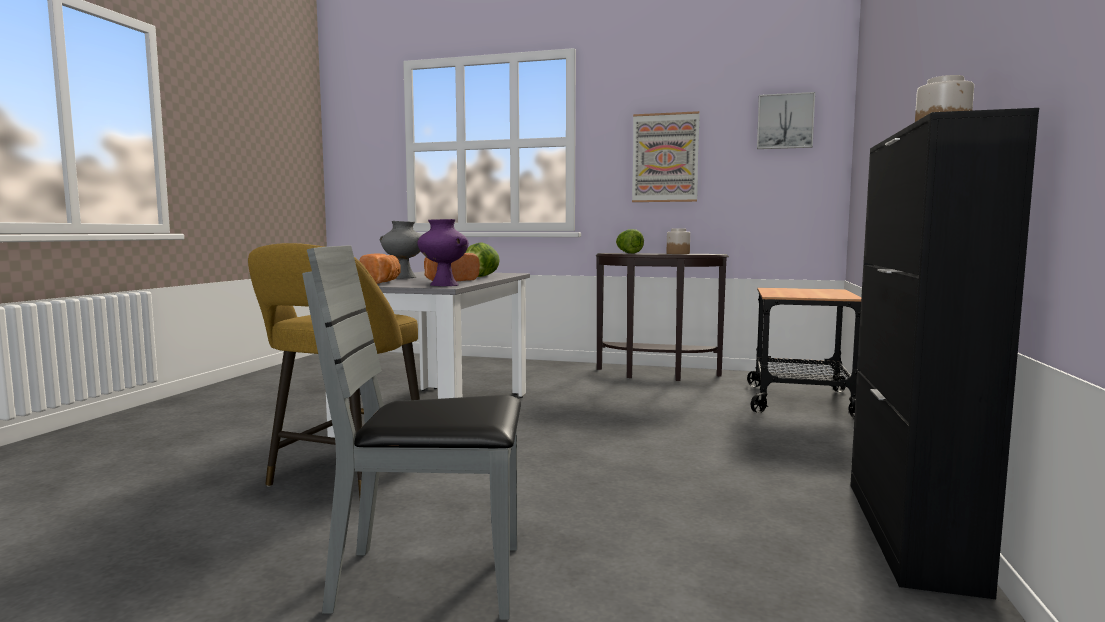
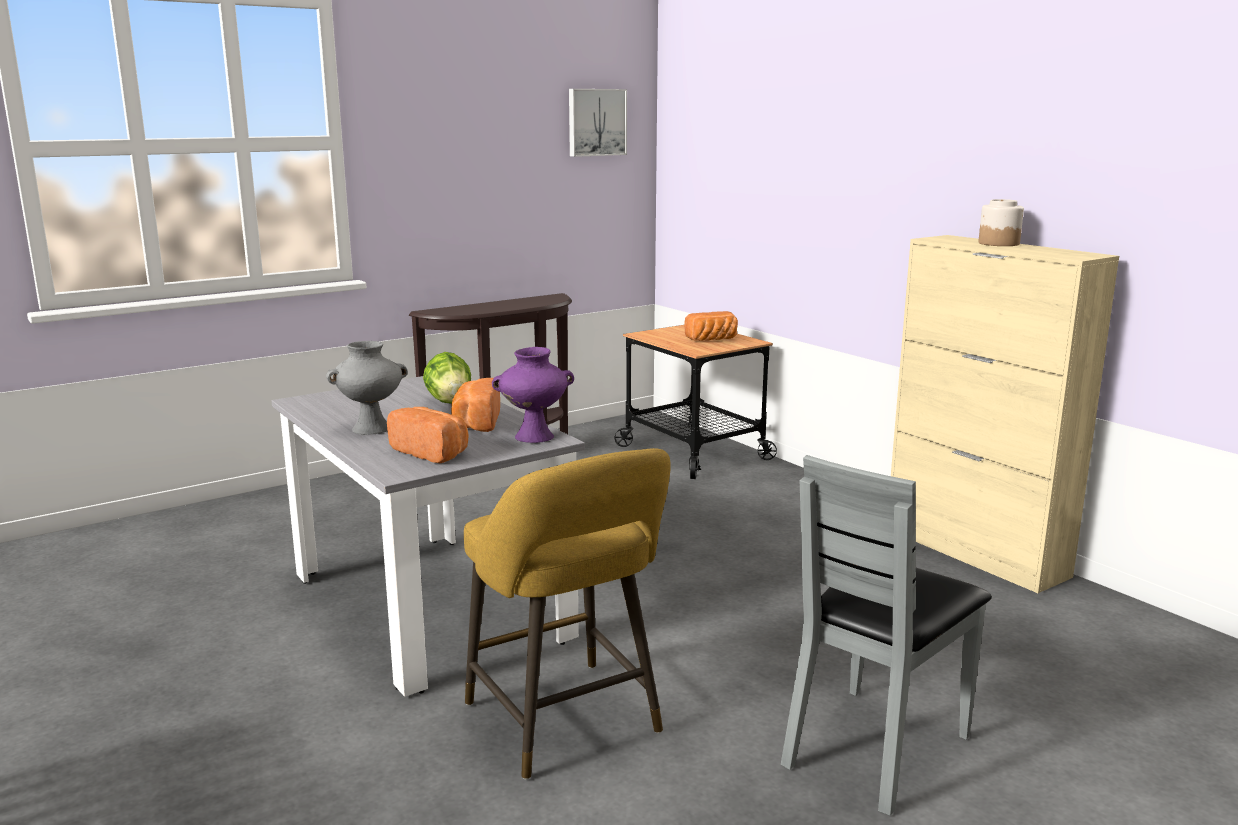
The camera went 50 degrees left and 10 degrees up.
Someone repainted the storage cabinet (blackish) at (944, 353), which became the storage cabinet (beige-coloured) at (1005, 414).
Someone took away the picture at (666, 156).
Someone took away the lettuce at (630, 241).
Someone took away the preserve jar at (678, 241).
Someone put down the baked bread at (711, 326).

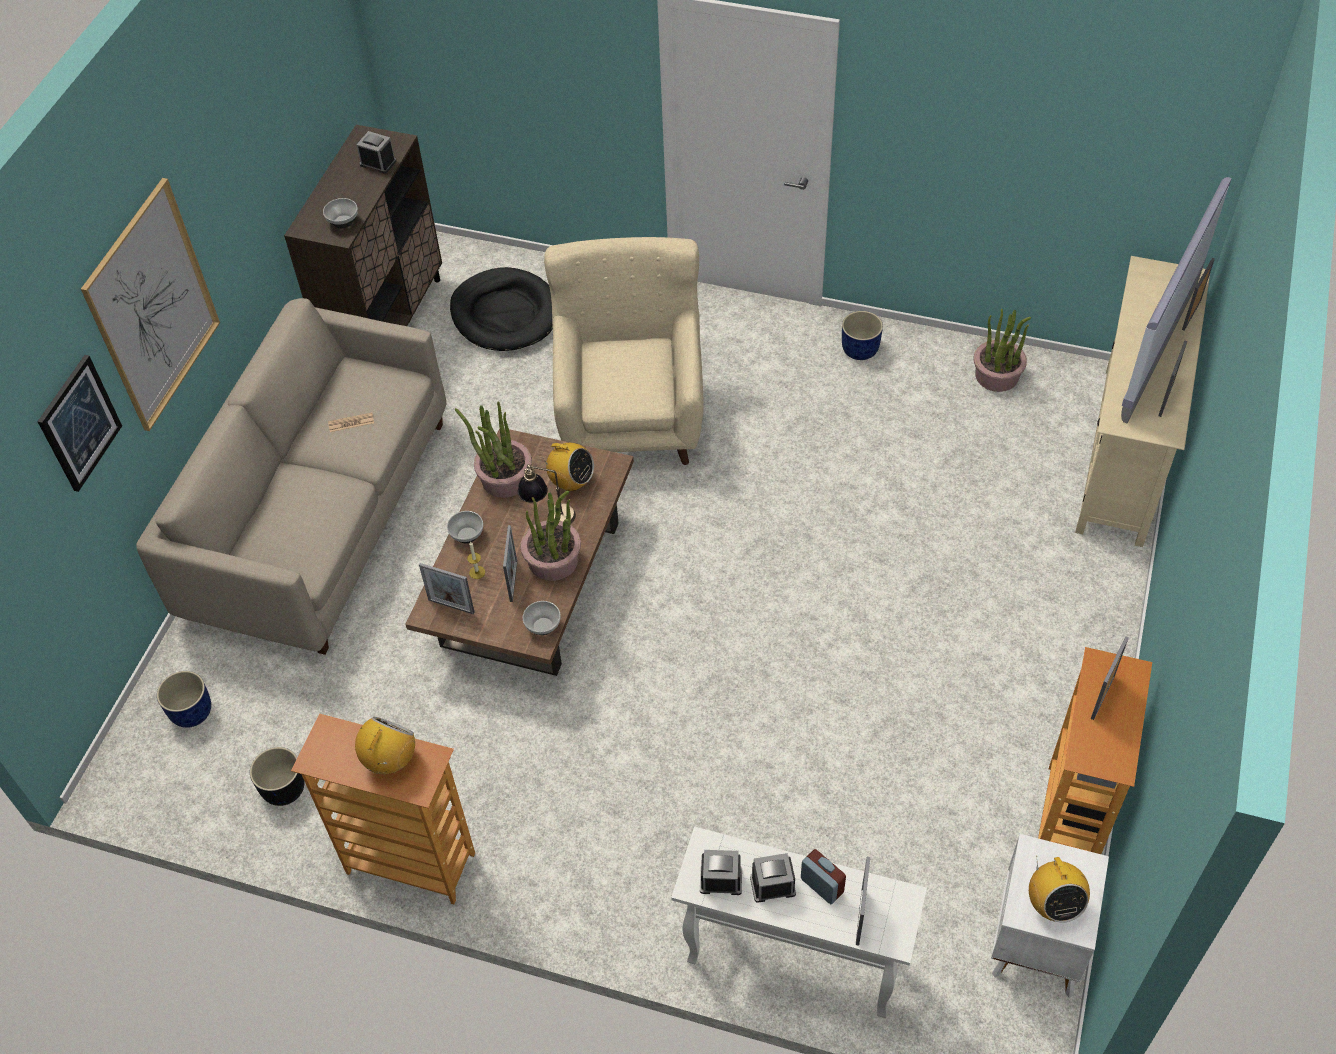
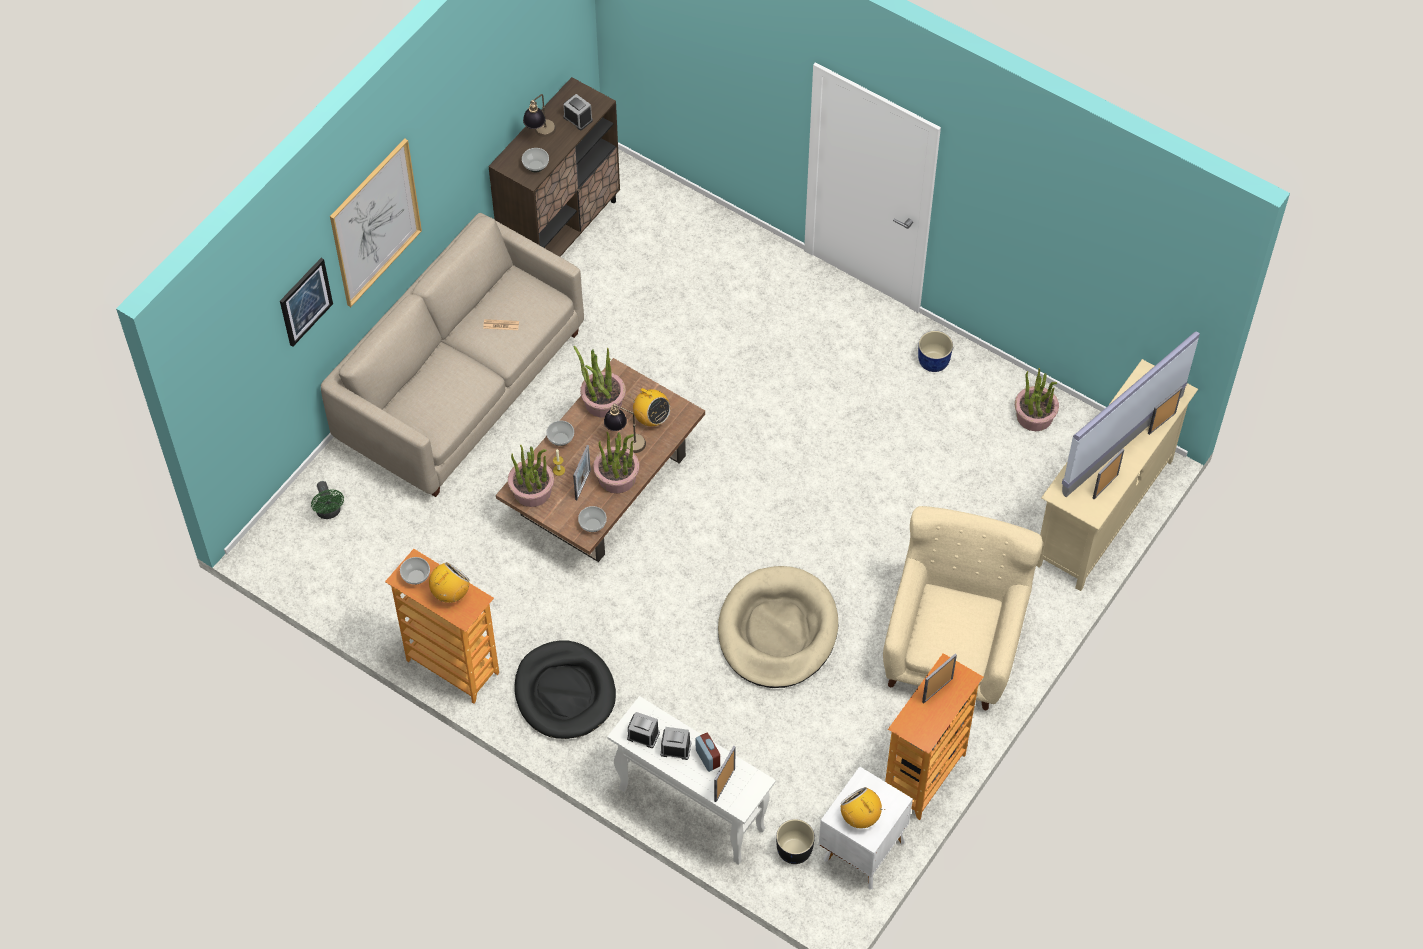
The camera went 15 degrees right and 5 degrees up.
Someone carried the armchair (beige-coloured) from (624, 351) to (963, 608).
Someone carried the dog cushion (blackish) from (501, 309) to (565, 690).
Someone swapped the picture frame at (447, 588) for the plant in a pot at (531, 475).
Someone swapped the flower pot (blue) at (184, 699) for the fan (green) at (327, 500).
Someone carried the flower pot (blackish) from (277, 776) to (795, 841).
Someone rotated the radio receiver at (1059, 889) by 135 degrees clockwise.
Someone put down the lamp for a table at (539, 115).
Someone put down the bowl at (415, 571).
Someone put down the dog cushion (beige-coloured) at (778, 627).

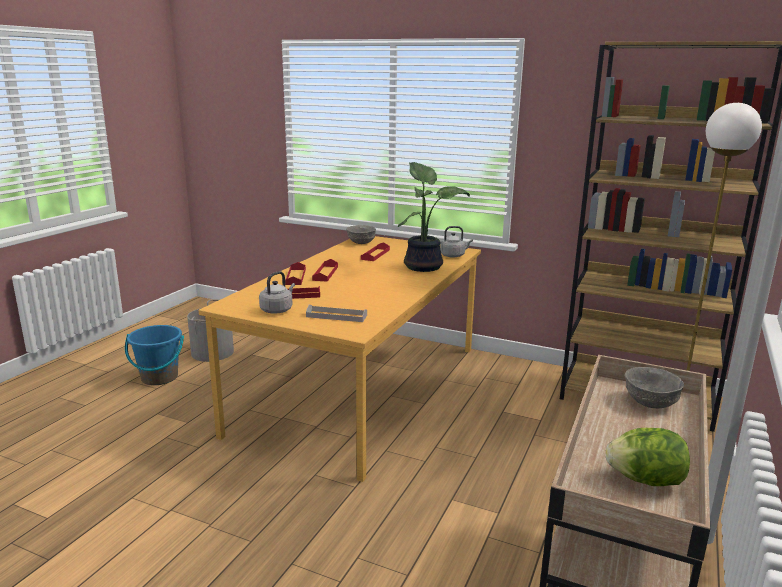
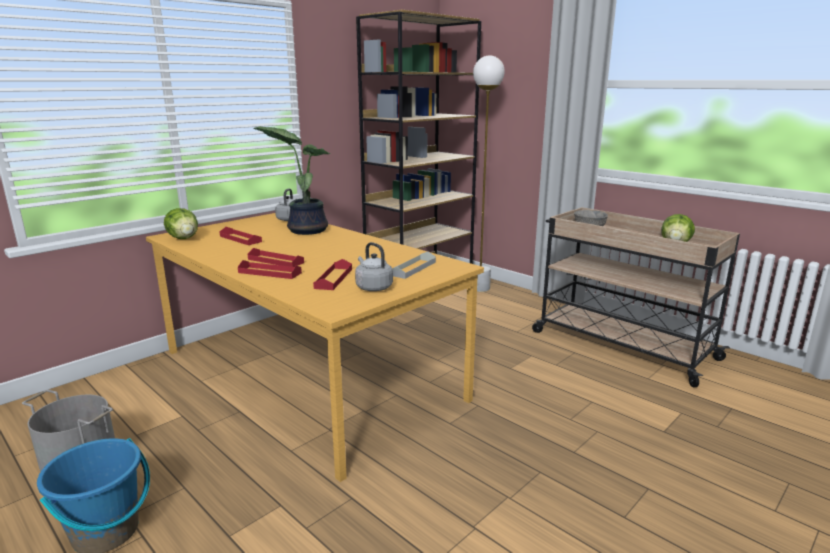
The camera went 70 degrees left and 0 degrees up.
Someone swapped the bowl (greyish) at (361, 234) for the lettuce at (181, 223).

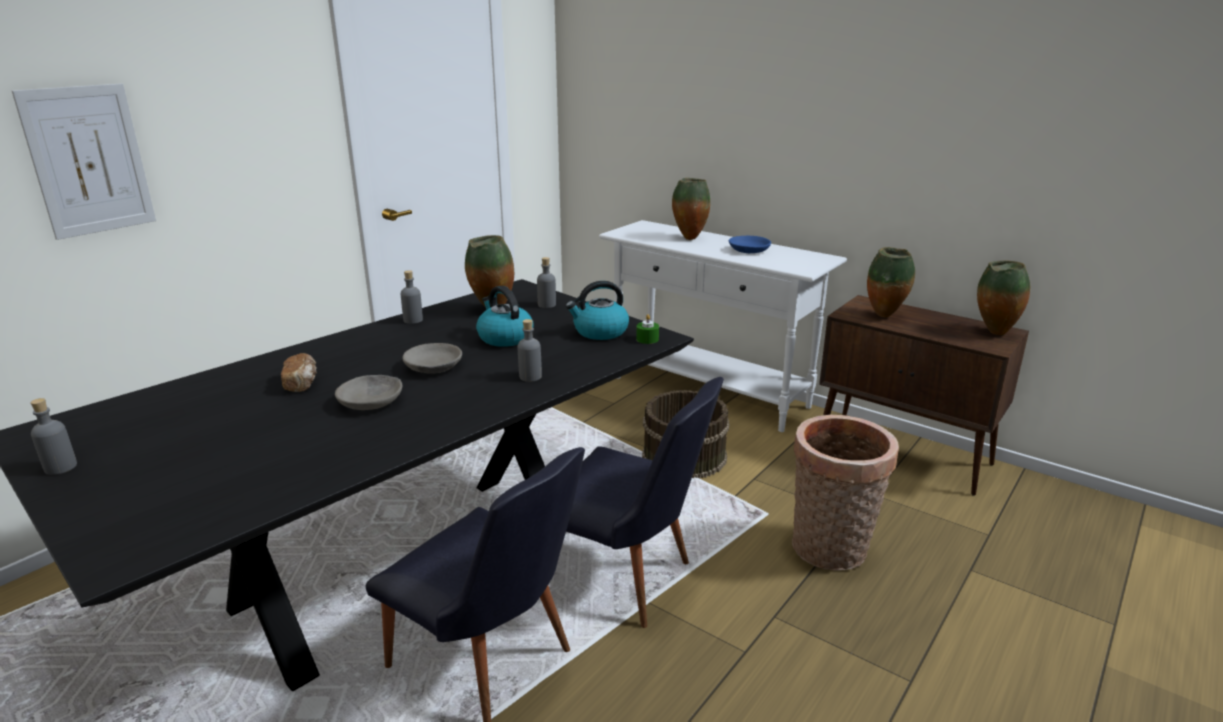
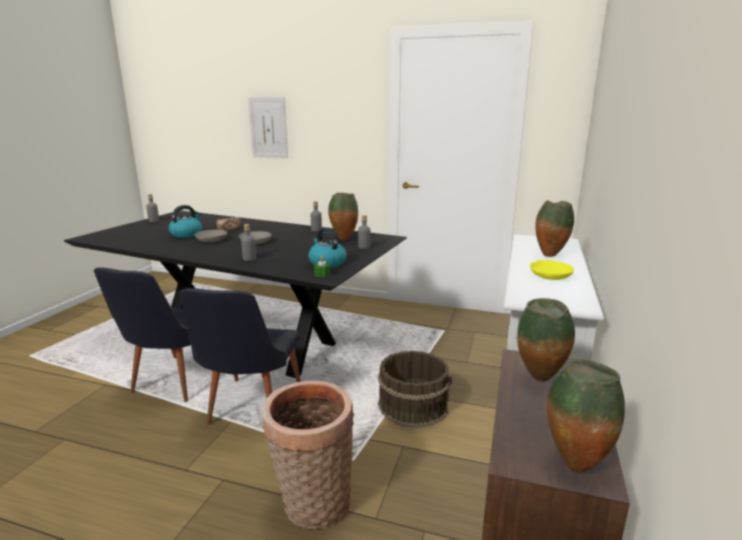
The camera went 70 degrees right and 5 degrees down.
Someone repainted the bowl (blue) at (750, 244), which became the bowl (yellowish) at (552, 270).
Someone carried the tea kettle from (505, 316) to (185, 221).

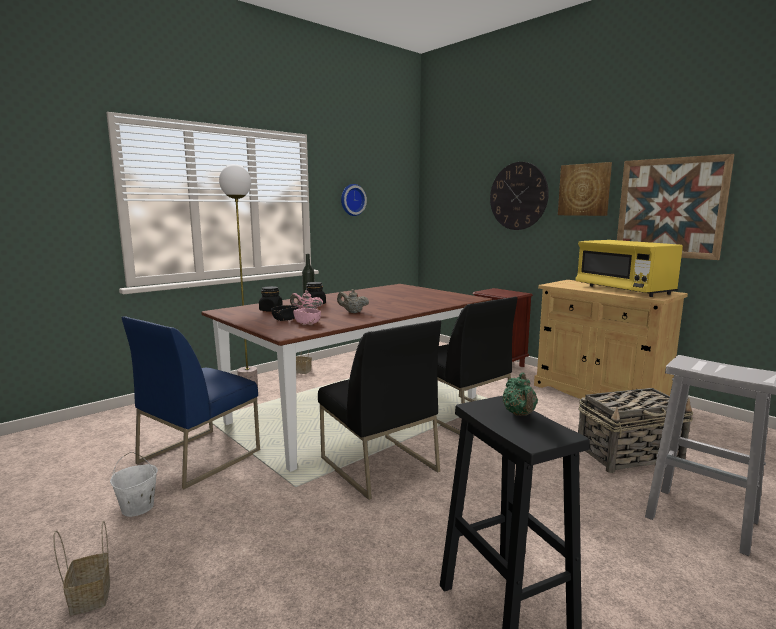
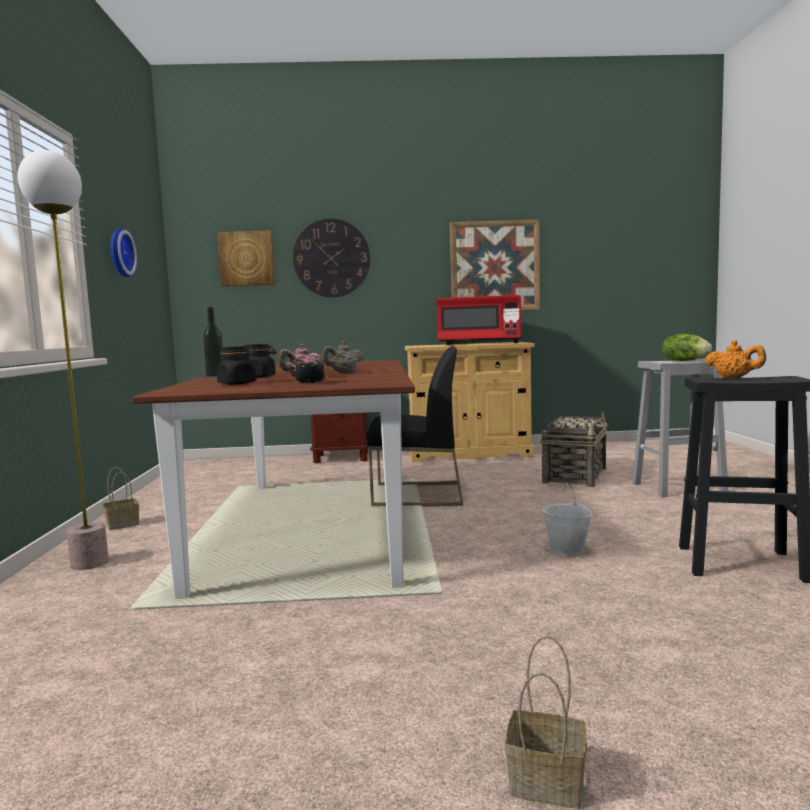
The camera went 50 degrees left and 5 degrees down.
Someone carried the picture from (585, 189) to (246, 258).
Someone repainted the microwave (yellowish) at (629, 268), which became the microwave (red-coloured) at (479, 320).
Someone took away the bowl (pink-coloured) at (307, 316).
Someone took away the upright chair (blue) at (191, 402).
Someone took away the upright chair (blackish) at (379, 410).
Someone repainted the teapot (green) at (520, 394), which became the teapot (orange) at (735, 359).
Someone carried the bucket (whitish) from (134, 484) to (567, 519).
Someone put down the lettuce at (687, 347).

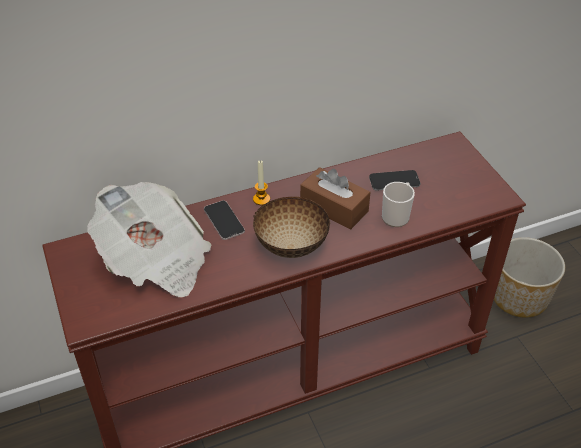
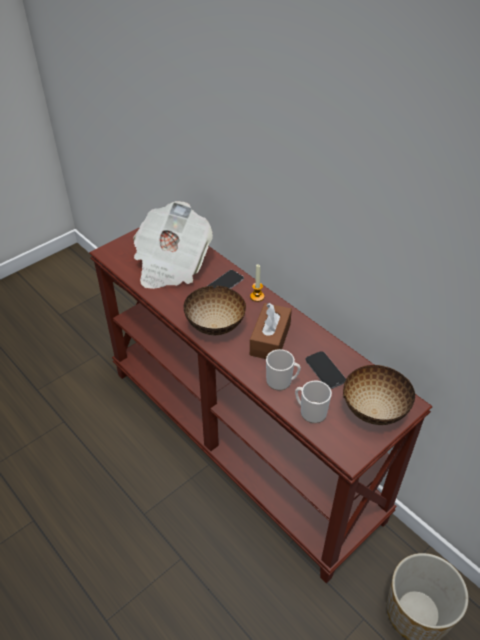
The camera went 70 degrees right and 0 degrees up.
Someone put down the bowl at (379, 395).
Someone put down the tea mug at (313, 402).

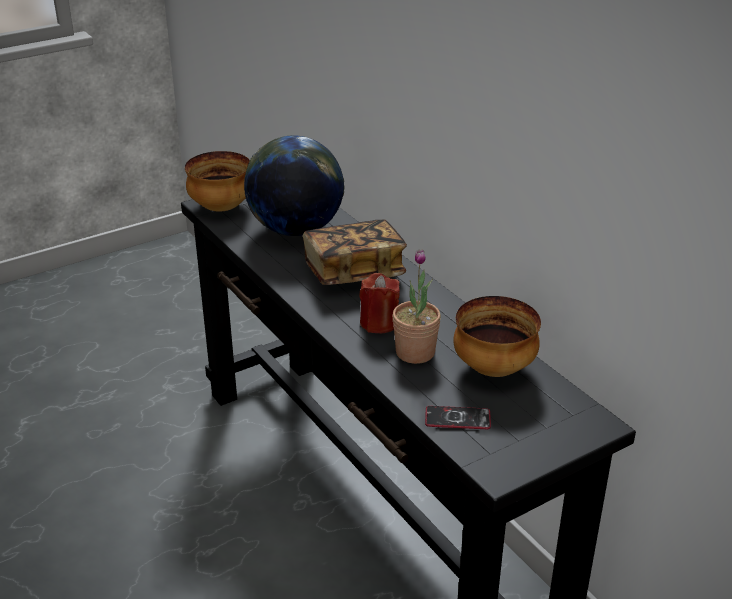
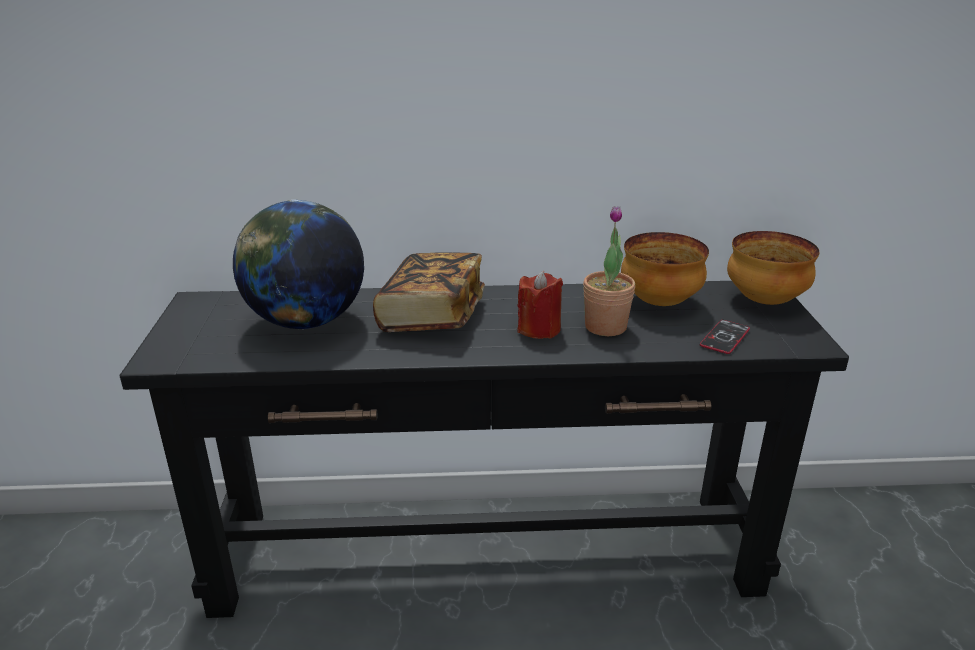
The camera went 60 degrees left and 5 degrees down.
Someone carried the bowl from (217, 181) to (773, 268).

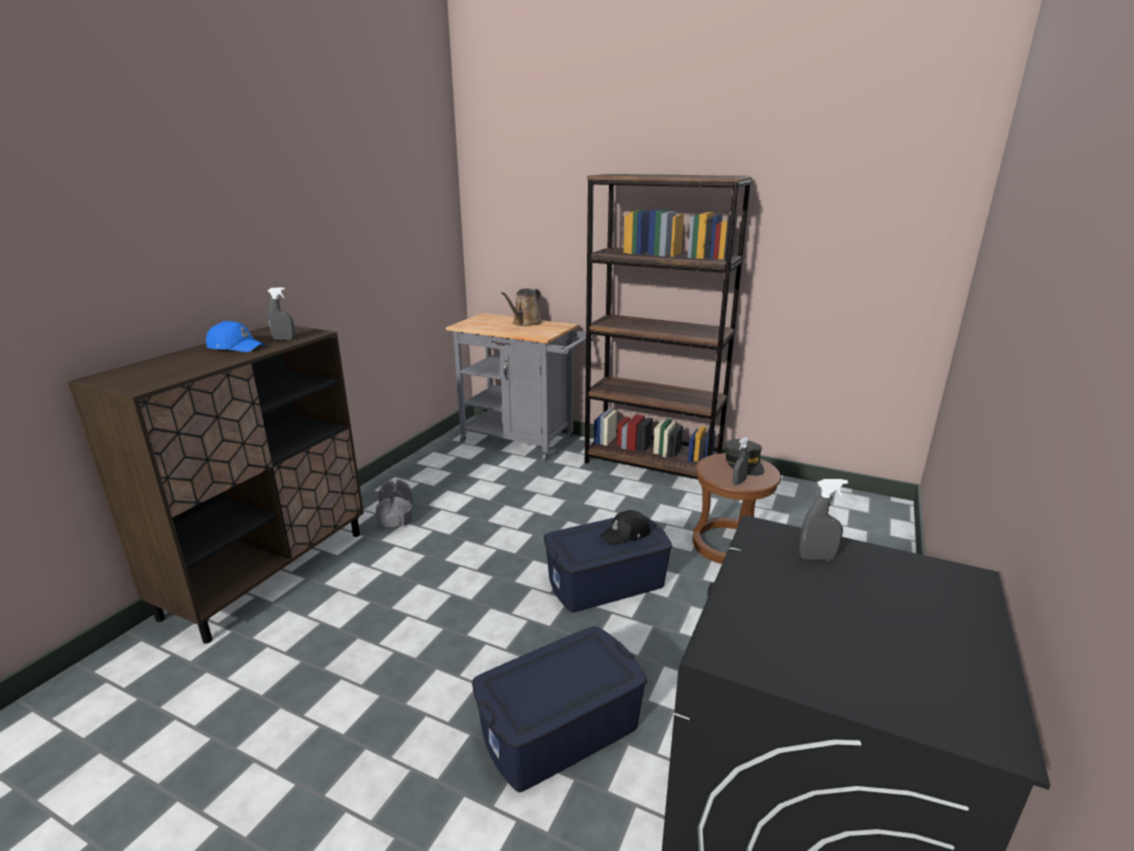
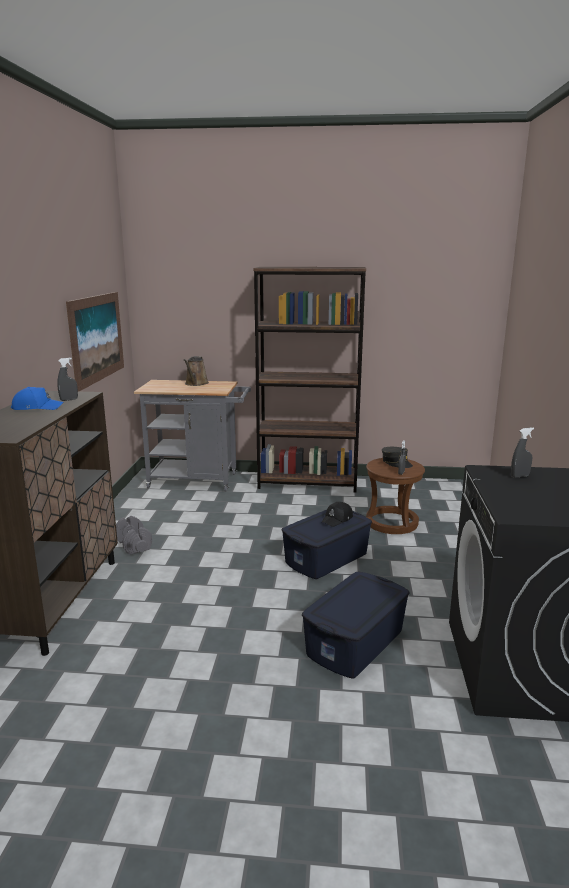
The camera went 20 degrees left and 5 degrees down.
Someone put up the picture at (95, 342).

